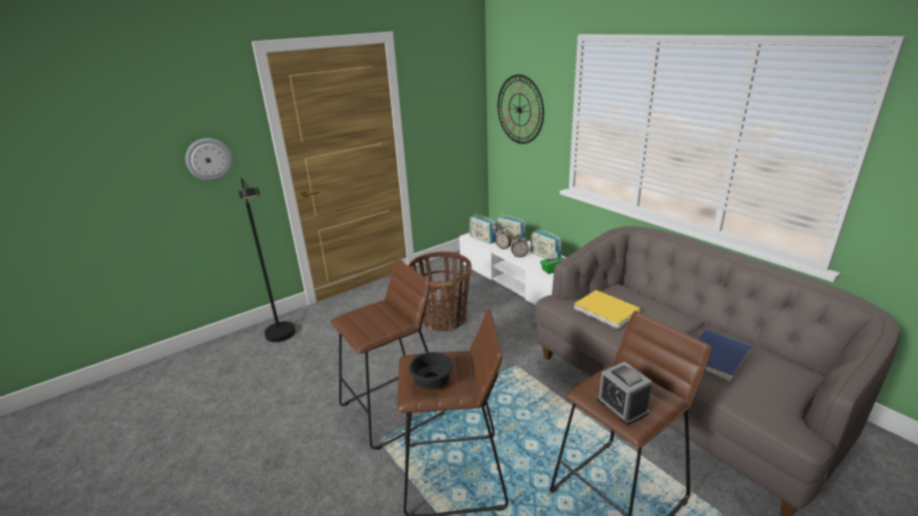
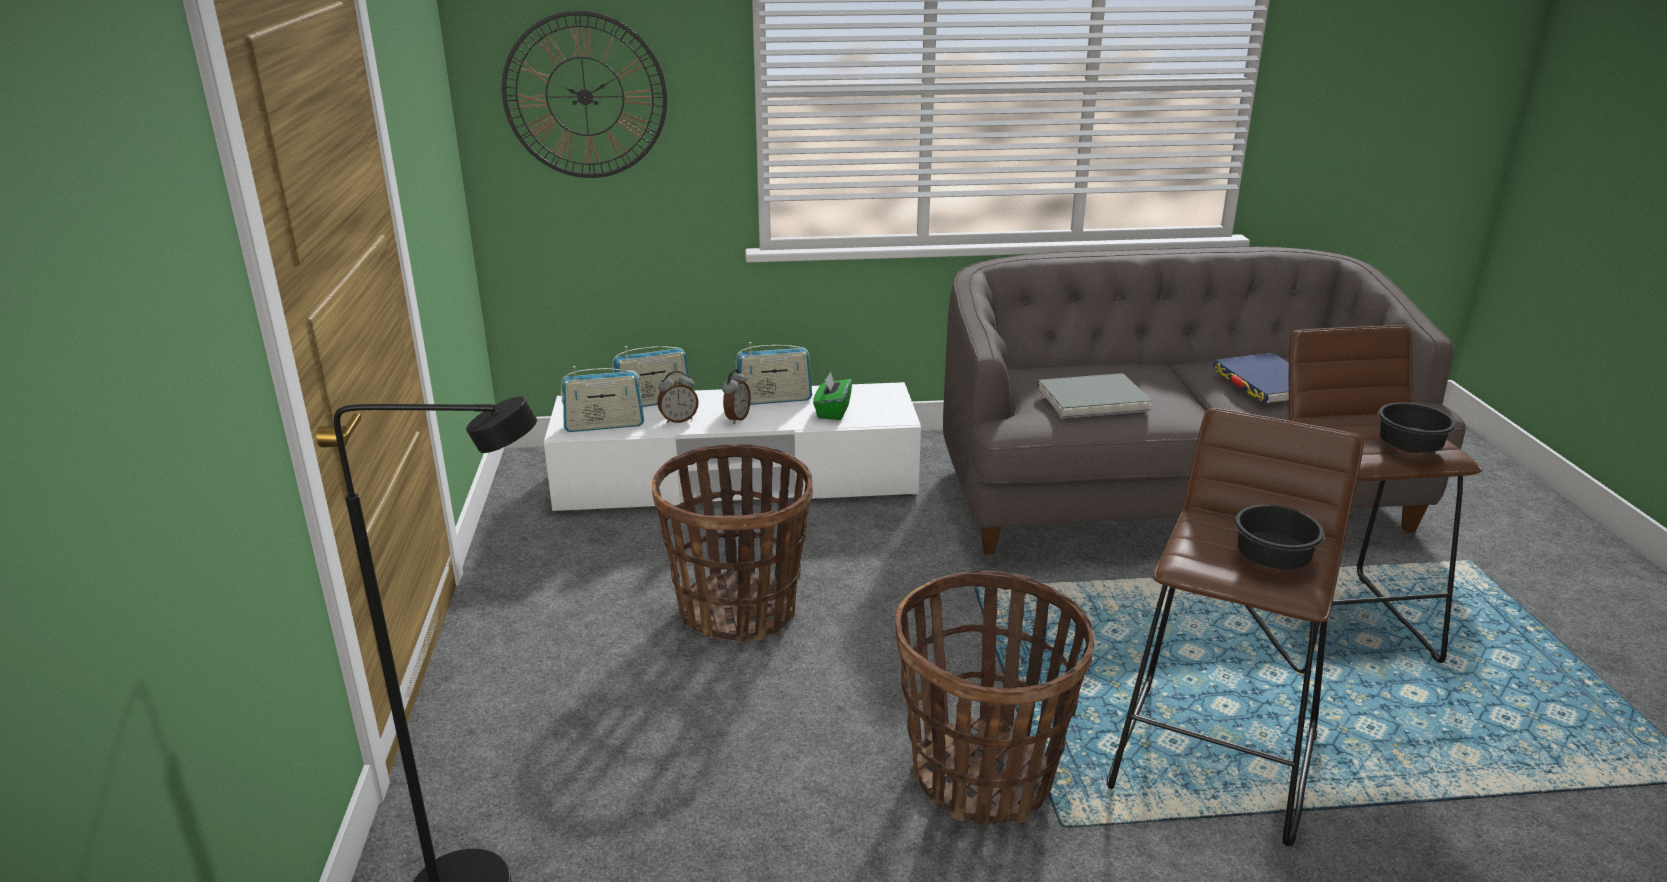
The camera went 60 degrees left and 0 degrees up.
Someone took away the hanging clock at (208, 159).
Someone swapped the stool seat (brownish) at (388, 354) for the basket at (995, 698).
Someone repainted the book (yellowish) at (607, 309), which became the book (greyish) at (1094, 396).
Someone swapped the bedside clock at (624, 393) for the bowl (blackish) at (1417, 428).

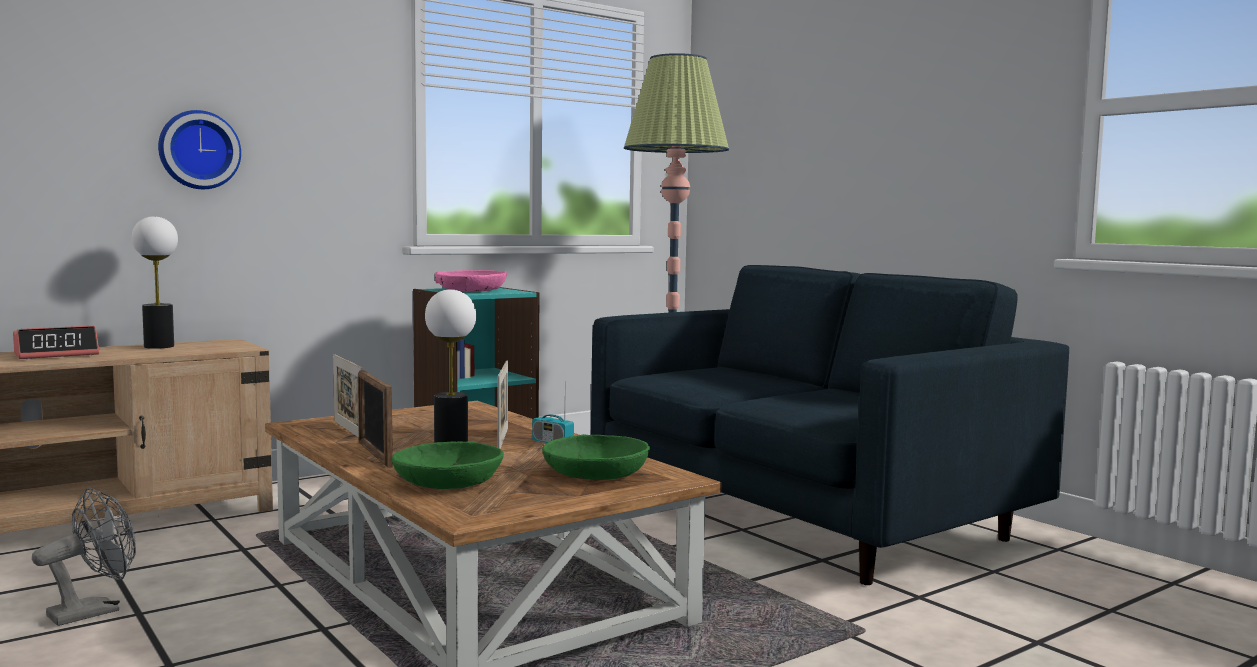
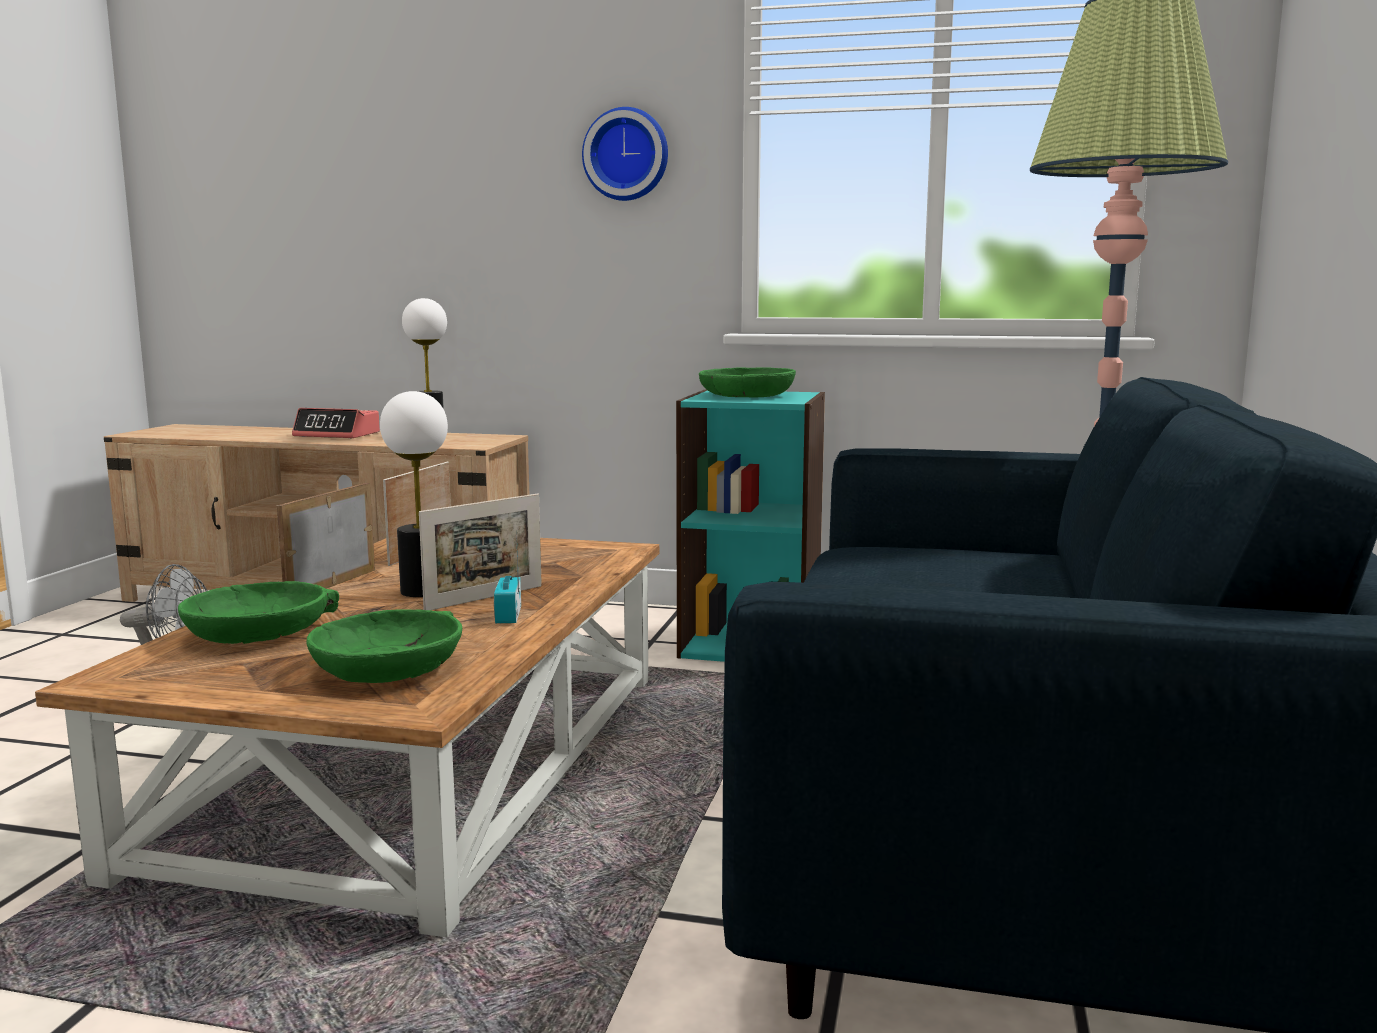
The camera went 50 degrees right and 5 degrees up.
Someone carried the hanging clock from (199, 149) to (625, 154).
Someone repainted the bowl (pink-coloured) at (471, 281), which became the bowl (green) at (747, 382).

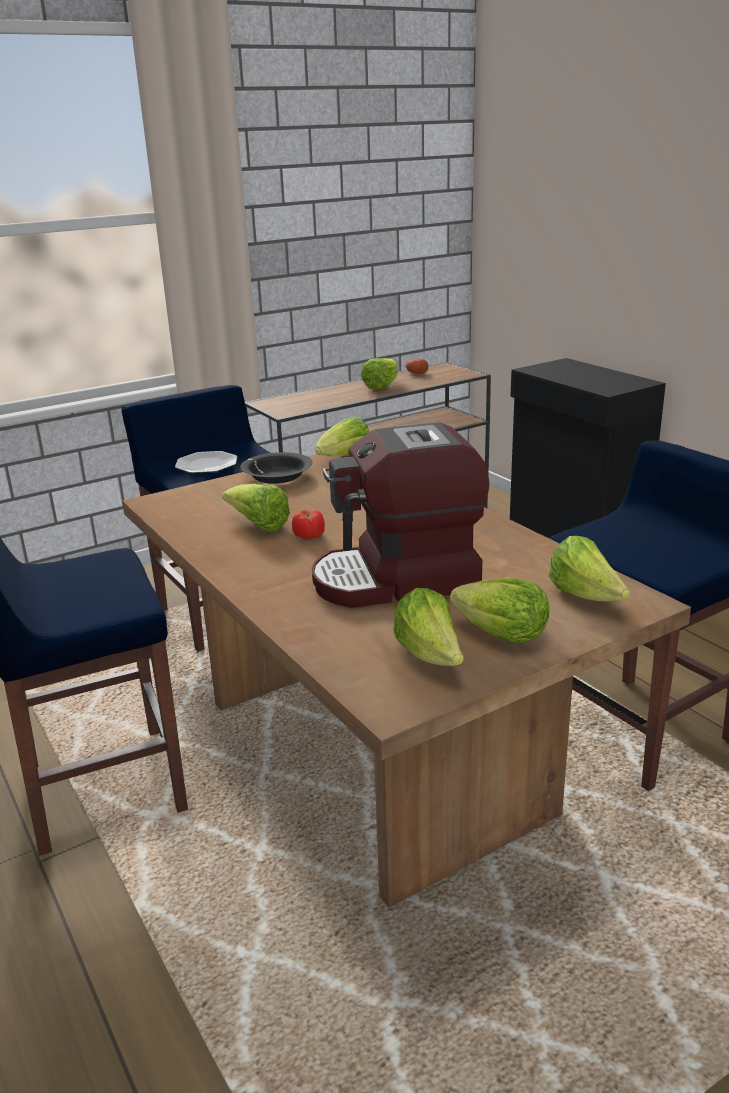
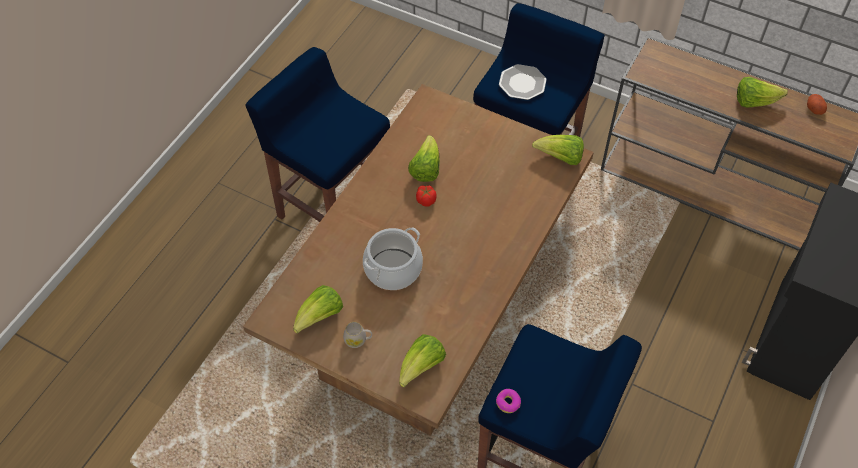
The camera went 60 degrees right and 30 degrees up.
Someone swapped the coffee machine at (400, 515) for the cooking pot at (393, 258).
Someone took away the bowl (blackish) at (276, 468).
Someone swapped the lettuce at (499, 610) for the tea mug (whitish) at (357, 335).
Someone put down the ring doughnut at (508, 401).

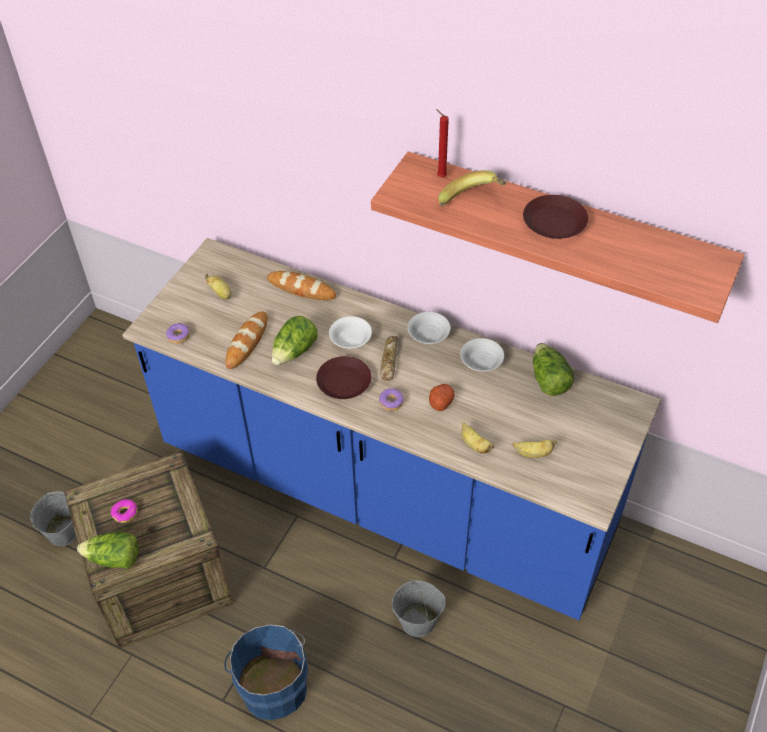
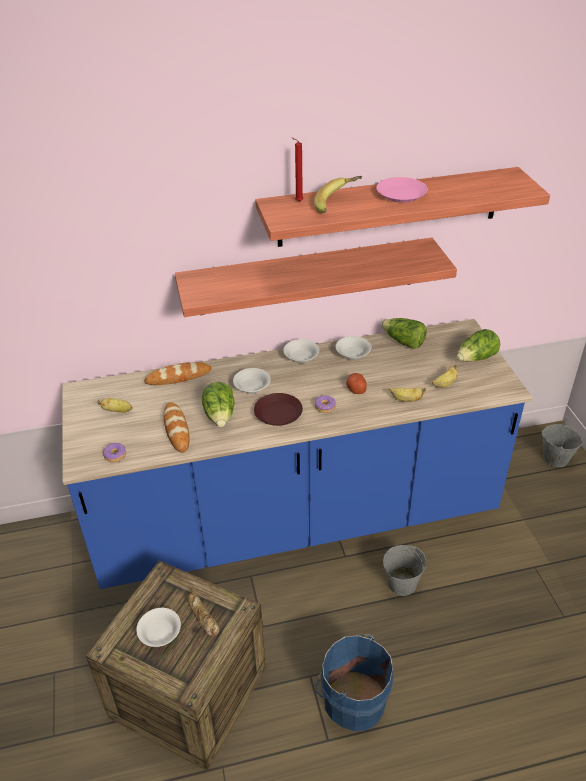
The camera went 40 degrees left and 10 degrees down.
Someone repainted the flat dish (brownish) at (555, 217), which became the flat dish (pink-coloured) at (402, 190).
Someone carried the baked bread from (389, 358) to (202, 613).
Someone carried the bucket (greyish) from (53, 518) to (561, 442).
Someone swapped the ring doughnut at (124, 511) for the bowl (whitish) at (158, 627).
Someone carried the lettuce from (107, 550) to (478, 345).
Someone put up the wall shelf at (316, 277).

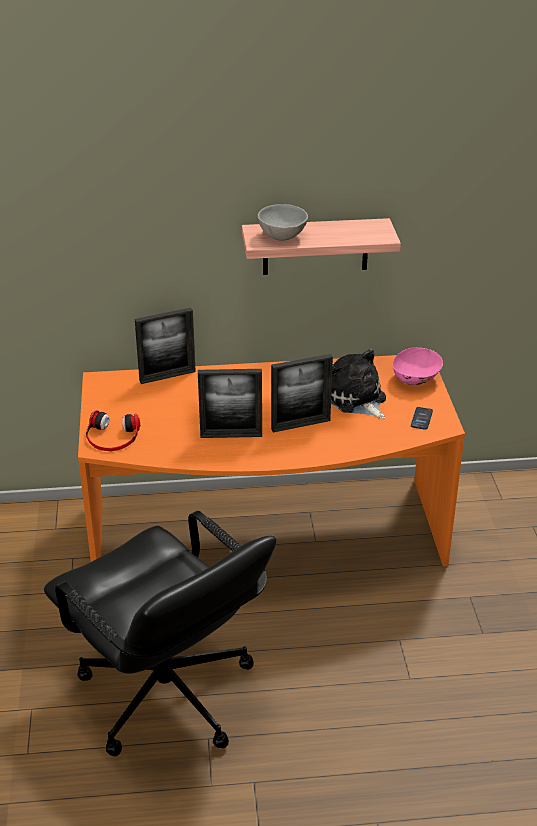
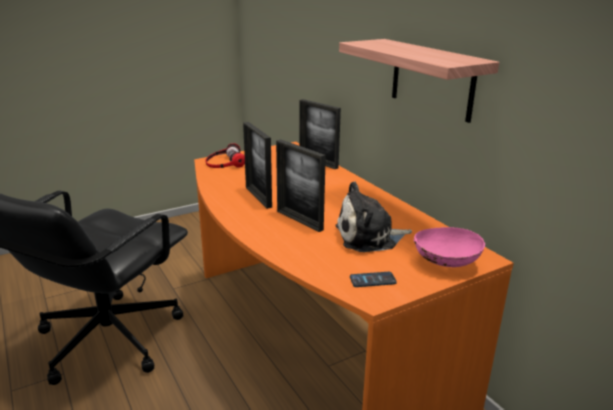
The camera went 65 degrees right and 10 degrees down.
Someone took away the bowl (greyish) at (282, 222).
Someone rotated the soft toy at (358, 384) by 135 degrees counterclockwise.

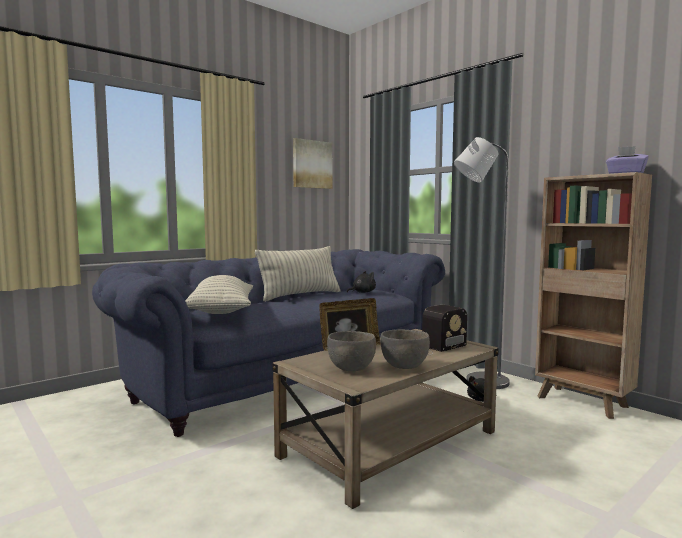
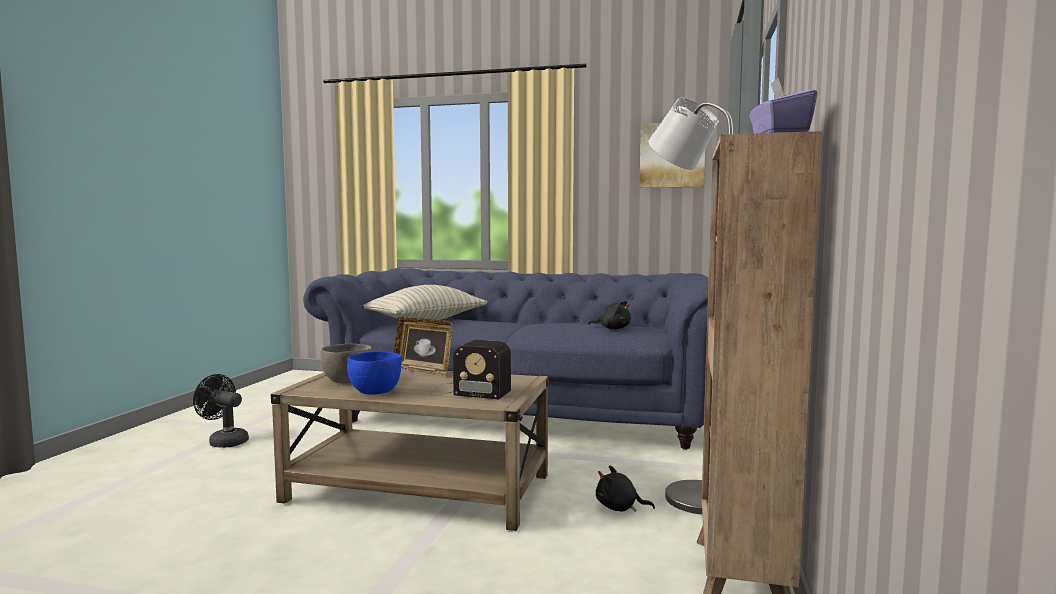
The camera went 55 degrees right and 0 degrees up.
Someone took away the pillow at (298, 274).
Someone repainted the bowl (greyish) at (405, 349), which became the bowl (blue) at (374, 373).
Someone put down the fan (blackish) at (221, 411).

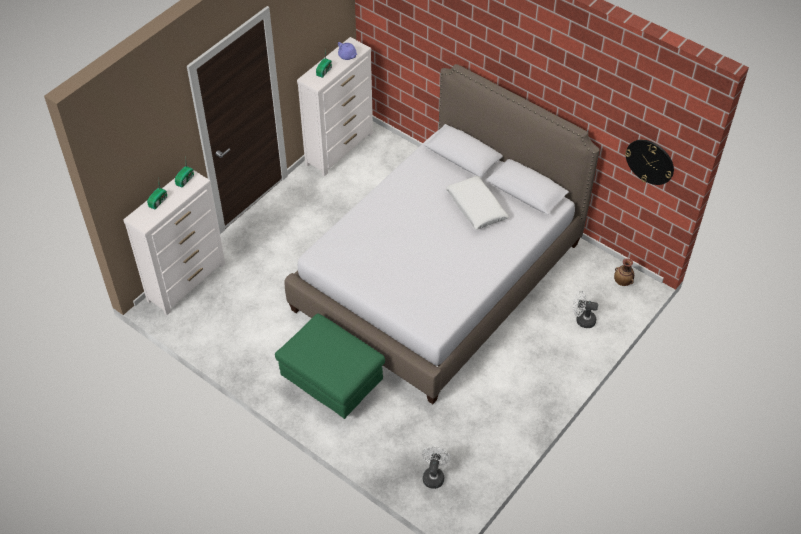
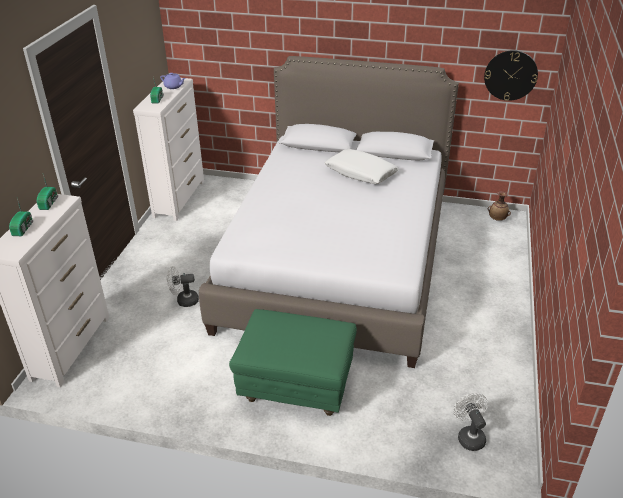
The camera went 25 degrees left and 15 degrees down.
Someone carried the fan (whitish) from (585, 309) to (183, 286).

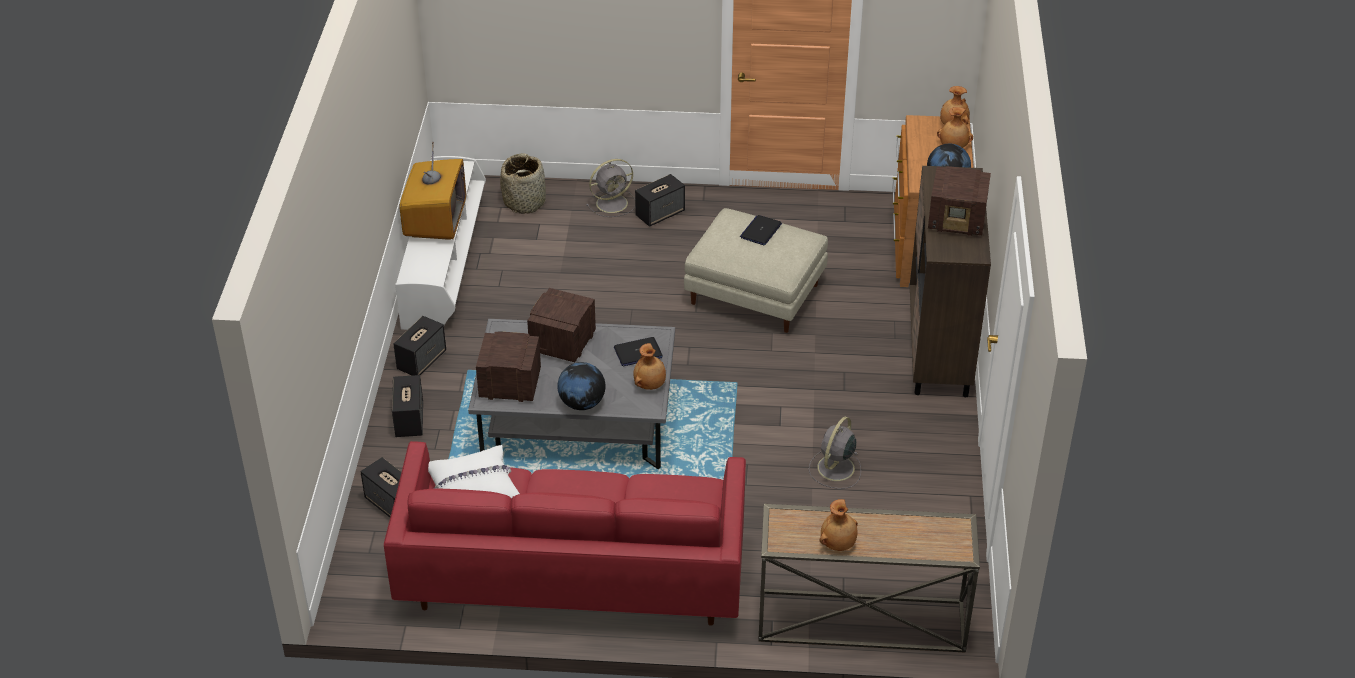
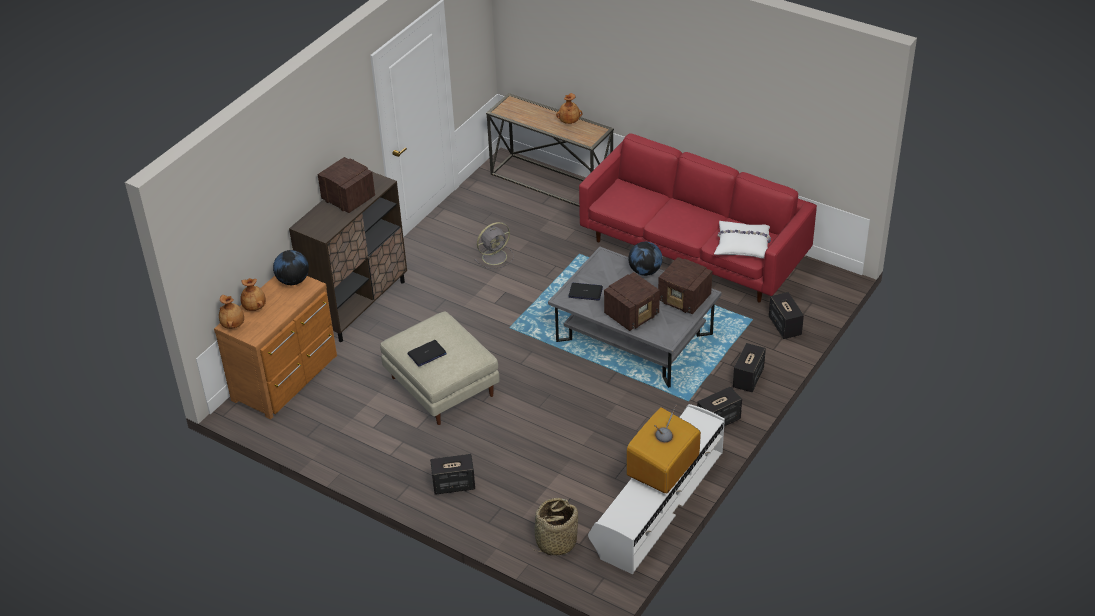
The camera went 150 degrees left and 0 degrees up.
Someone took away the fan (greyish) at (610, 188).
Someone took away the decorative vase (brownish) at (649, 366).

